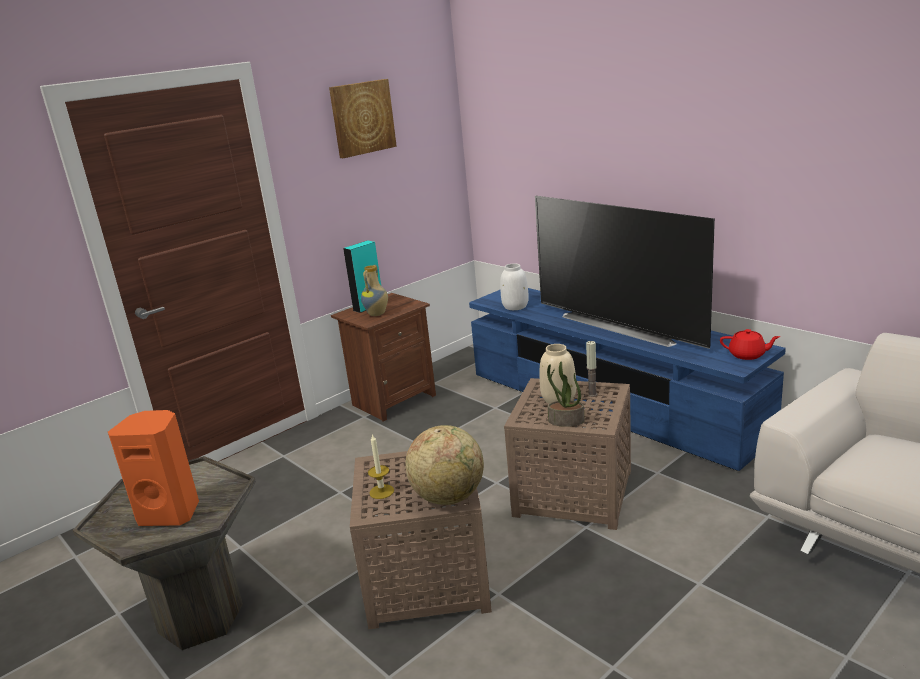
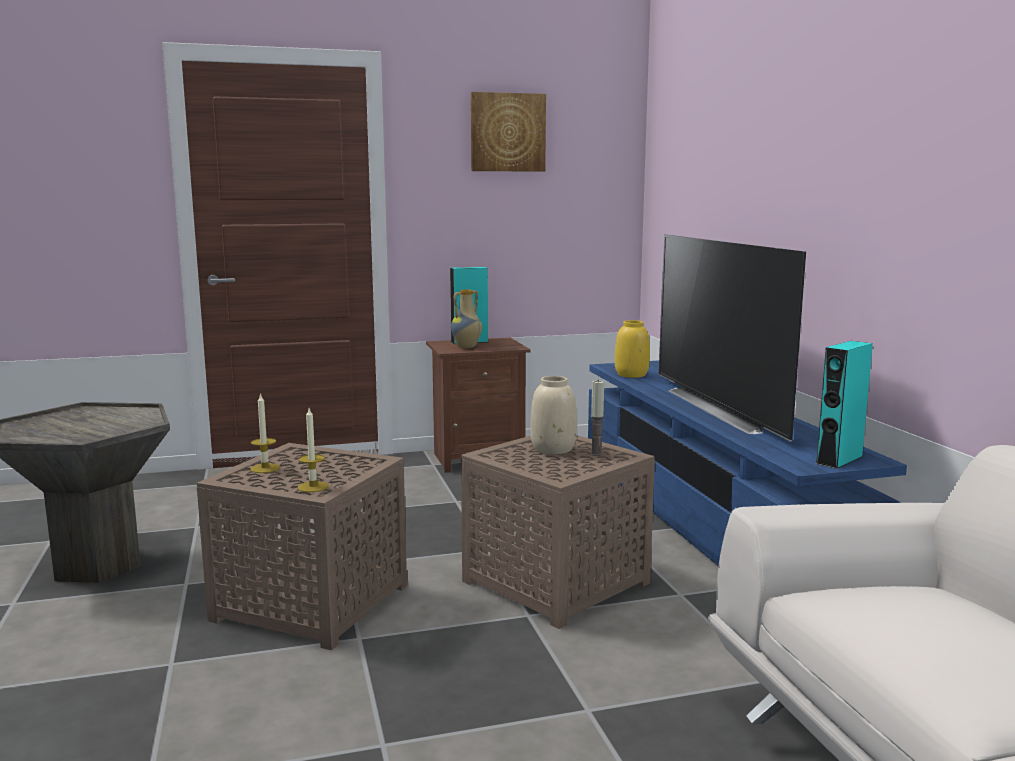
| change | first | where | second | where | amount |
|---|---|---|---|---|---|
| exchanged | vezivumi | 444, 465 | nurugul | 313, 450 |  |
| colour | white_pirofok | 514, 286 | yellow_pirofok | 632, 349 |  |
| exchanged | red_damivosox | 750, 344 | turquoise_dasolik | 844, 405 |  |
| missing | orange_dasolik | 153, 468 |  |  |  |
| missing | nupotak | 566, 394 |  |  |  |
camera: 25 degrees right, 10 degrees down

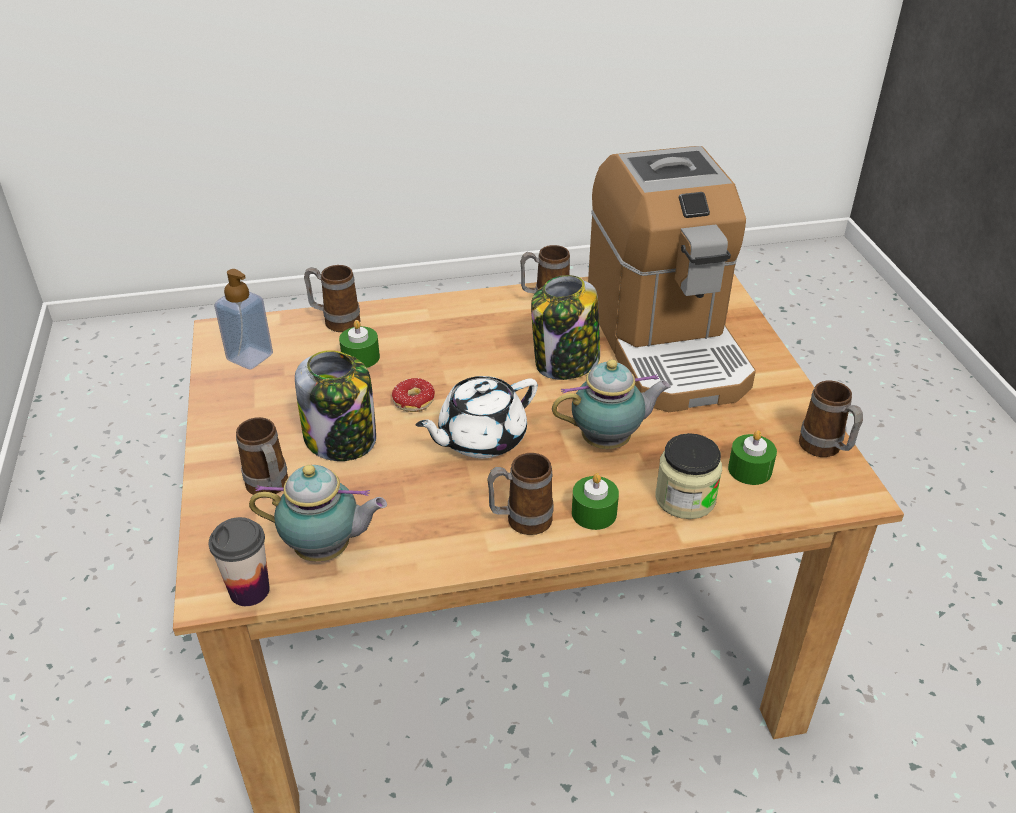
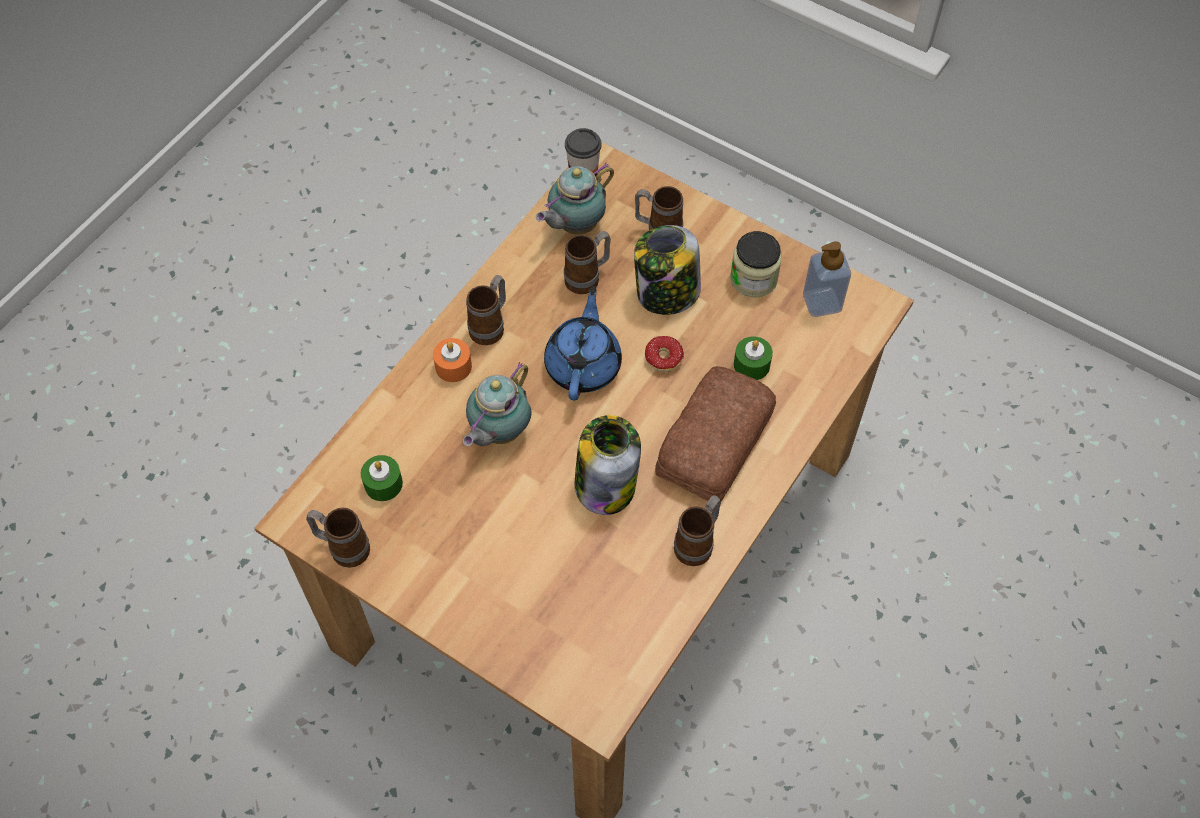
| change | first | where | second | where | amount |
|---|---|---|---|---|---|
| colour | green_nurugul | 595, 501 | orange_nurugul | 452, 360 |  |
| colour | white_damivosox | 476, 417 | blue_damivosox | 583, 343 |  |
| relocated | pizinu | 332, 298 |  | 587, 262 |  |
| appeared |  |  | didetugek | 715, 433 |  |
| relocated | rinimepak | 688, 476 |  | 756, 264 |  |
| missing | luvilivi | 672, 279 |  |  |  |
camera: 135 degrees right, 20 degrees up

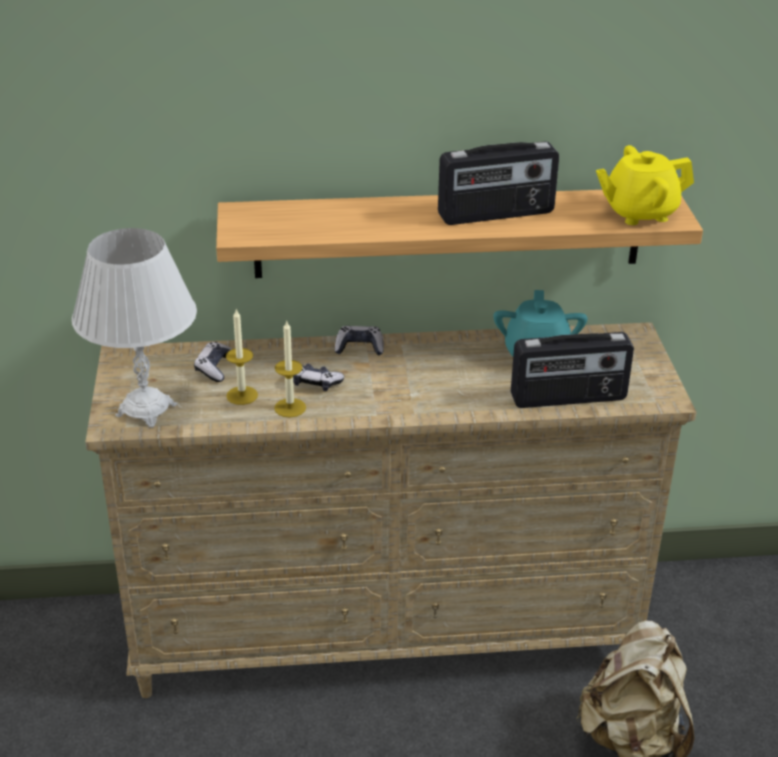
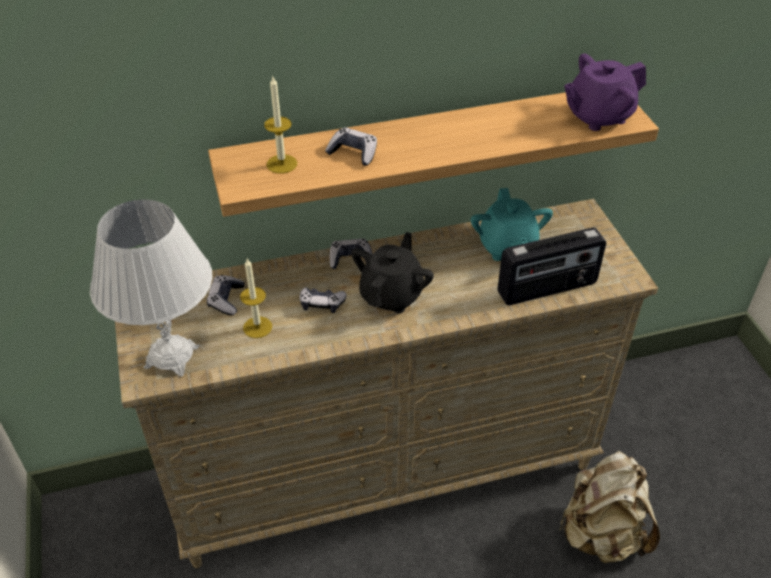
| change | first | where | second | where | amount |
|---|---|---|---|---|---|
| relocated | nurugul | 290, 369 |  | 280, 125 |  |
| appeared |  |  | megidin | 351, 146 |  |
| appeared |  |  | black_damivosox | 392, 272 |  |
| colour | yellow_damivosox | 645, 185 | purple_damivosox | 605, 92 |  |
| missing | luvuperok | 498, 183 |  |  |  |
camera: 10 degrees left, 10 degrees up

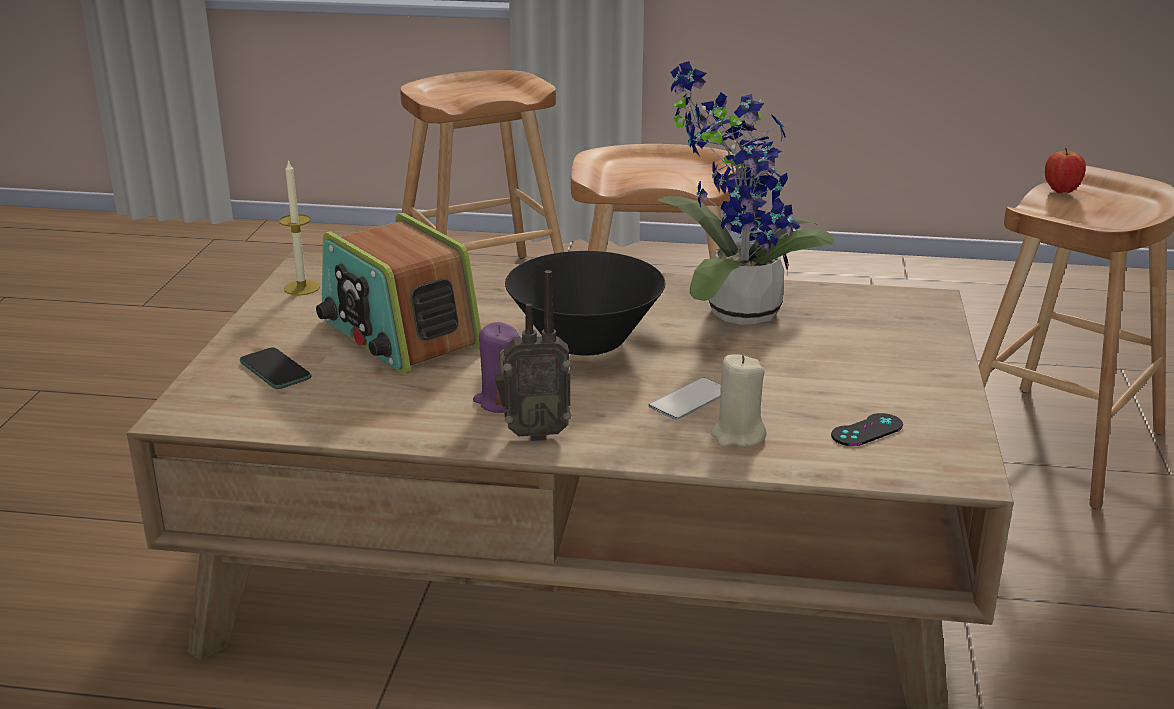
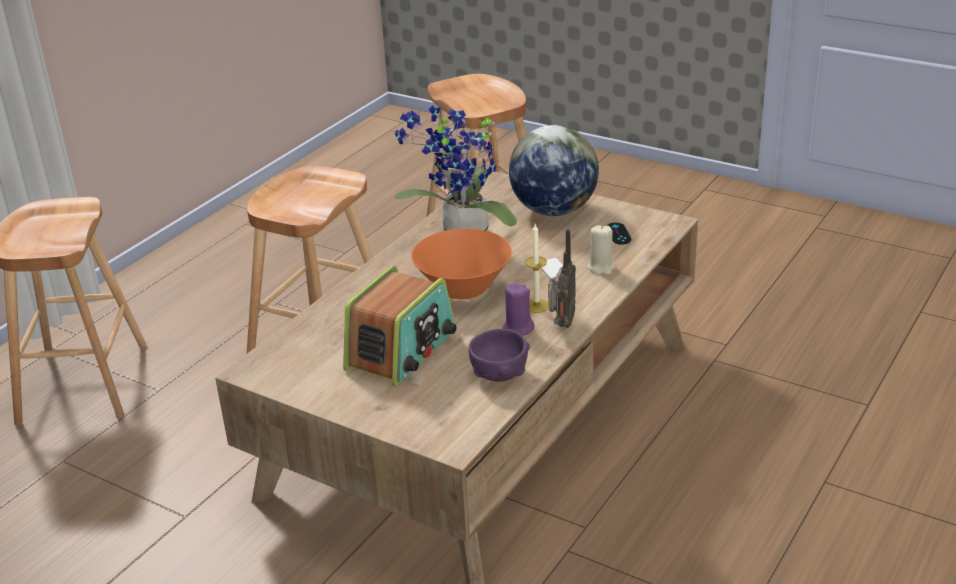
| change | first | where | second | where | amount |
|---|---|---|---|---|---|
| spun | luvuperok | 398, 294 |  | 400, 325 | 45 degrees counterclockwise |
| colour | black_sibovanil | 585, 303 | orange_sibovanil | 461, 263 |  |
| appeared |  |  | purple_sibovanil | 499, 355 |  |
| appeared |  |  | vezivumi | 554, 170 |  |
| relocated | nurugul | 299, 227 |  | 537, 268 |  |
| missing | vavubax | 275, 368 |  |  |  |
| missing | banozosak | 1065, 170 |  |  |  |
camera: 65 degrees left, 5 degrees up

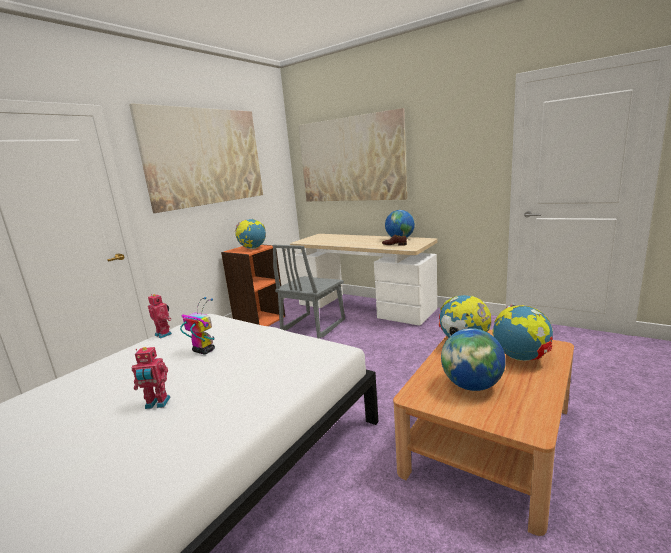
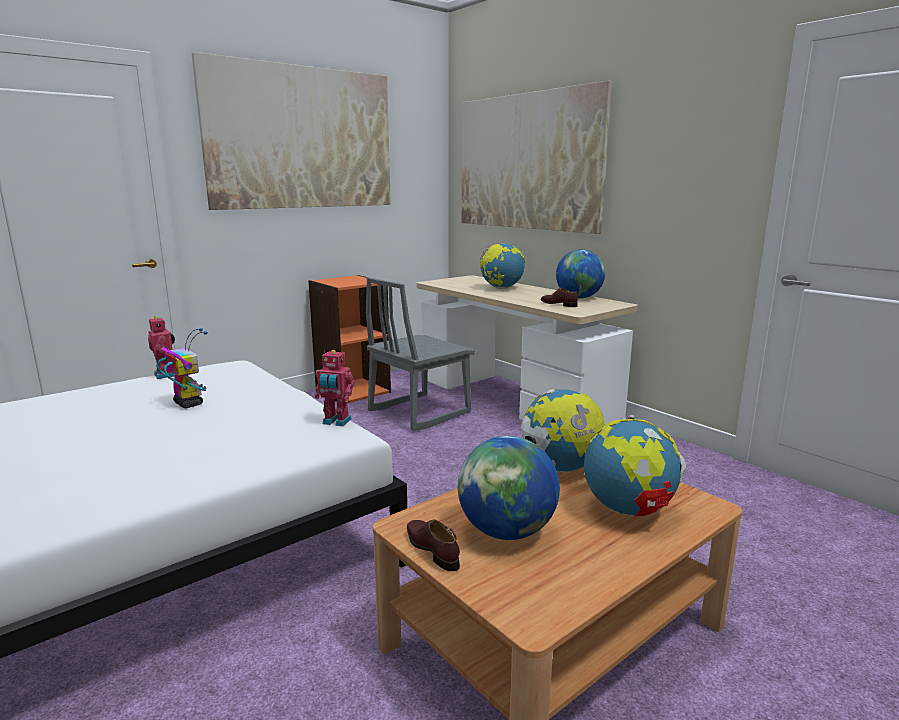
| change | first | where | second | where | amount |
|---|---|---|---|---|---|
| relocated | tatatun | 151, 378 |  | 335, 388 |  |
| appeared |  |  | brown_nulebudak | 433, 545 |  |
| relocated | vezivumi | 250, 234 |  | 502, 266 |  |
camera: 15 degrees right, 0 degrees up

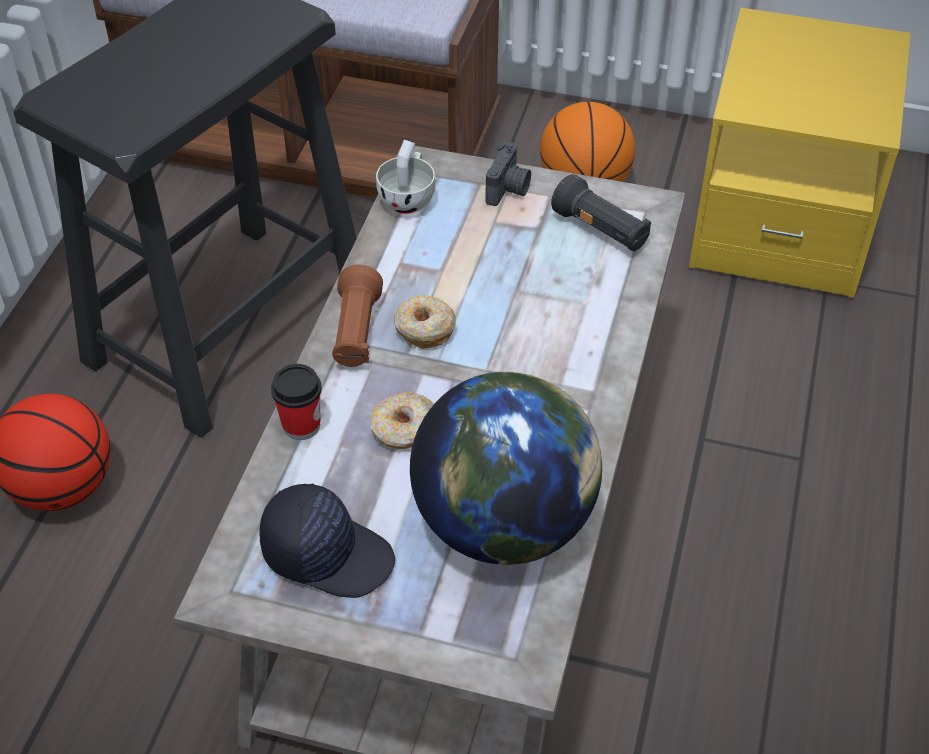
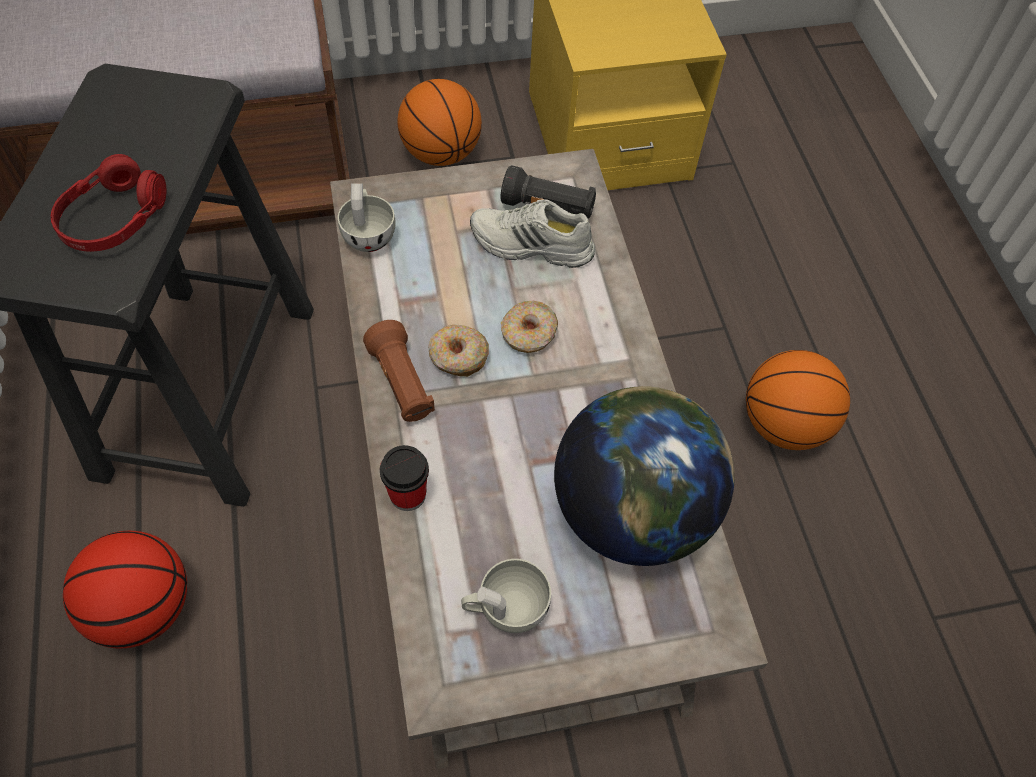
| change | first | where | second | where | amount |
|---|---|---|---|---|---|
| appeared |  |  | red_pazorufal | 108, 203 |  |
| exchanged | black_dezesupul | 327, 540 | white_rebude | 506, 596 |  |
| appeared |  |  | white_nulebudak | 532, 233 |  |
| relocated | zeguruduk | 402, 420 |  | 529, 327 |  |
| appeared |  |  | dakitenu | 798, 400 |  |
| missing | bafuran | 508, 174 |  |  |  |
camera: 30 degrees left, 10 degrees up

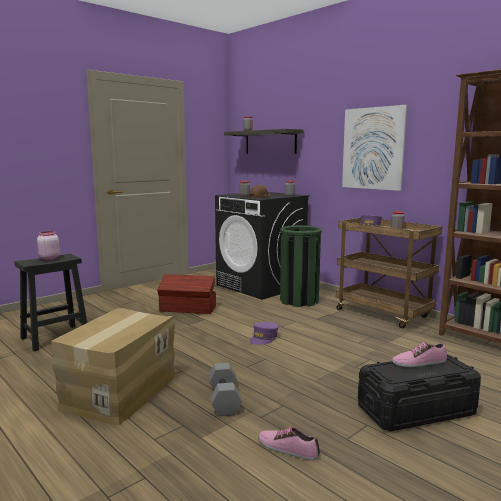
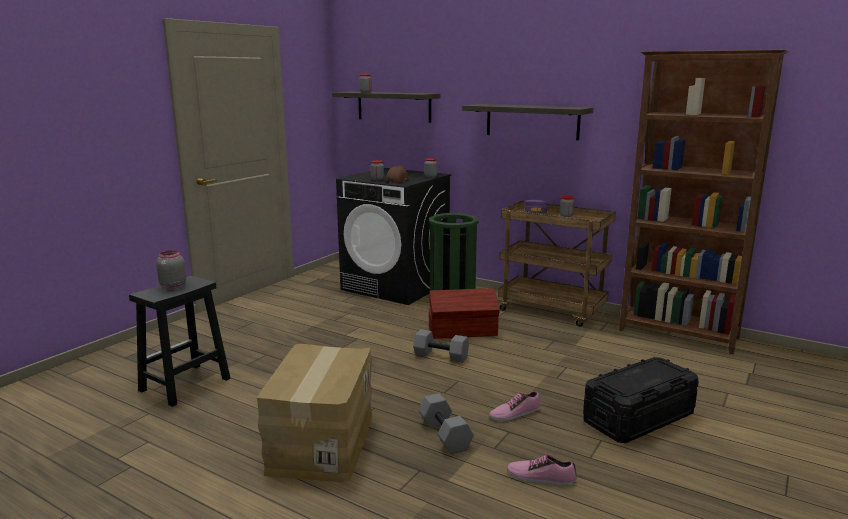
| change | first | where | second | where | amount |
|---|---|---|---|---|---|
| colour | pink_rinimepak | 48, 245 | grey_rinimepak | 171, 269 |  |
| exchanged | purple_dezesupul | 264, 333 | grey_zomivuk | 441, 346 |  |
| relocated | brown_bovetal | 186, 294 |  | 464, 313 |  |
| exchanged | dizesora | 374, 148 | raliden | 527, 122 |  |
| relocated | nulebudak | 419, 354 |  | 515, 406 |  |
camera: 15 degrees left, 5 degrees up

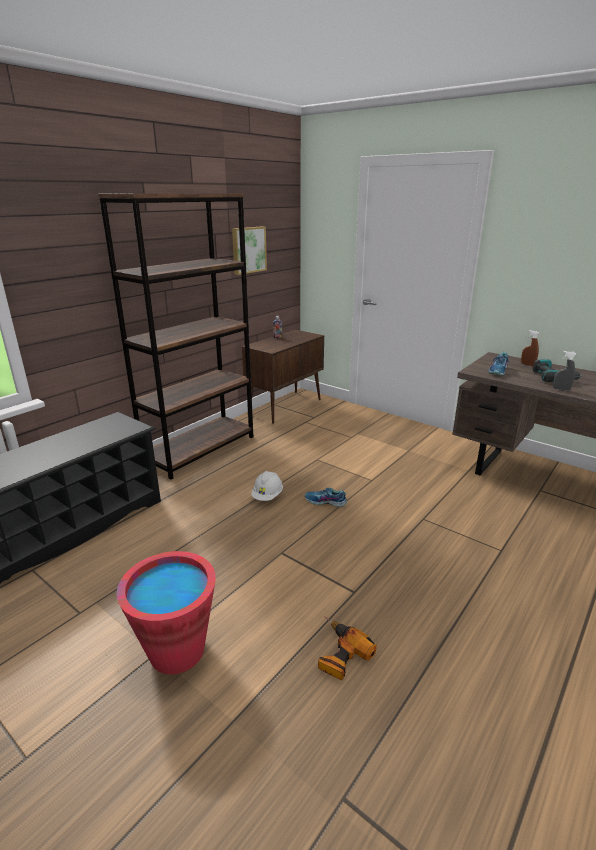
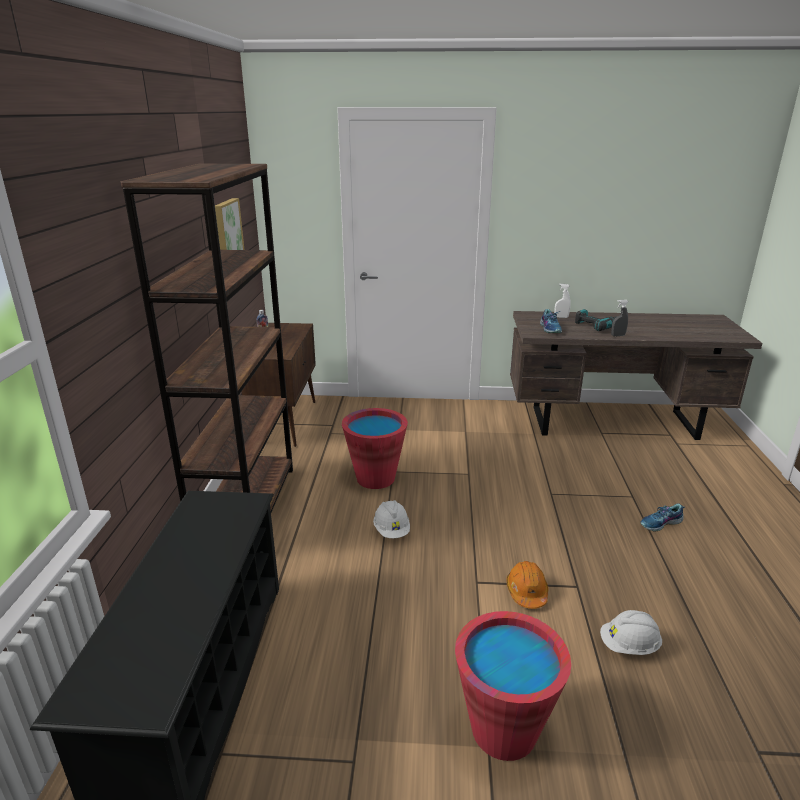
| change | first | where | second | where | amount |
|---|---|---|---|---|---|
| appeared |  |  | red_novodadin | 375, 448 |  |
| appeared |  |  | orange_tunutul | 527, 585 |  |
| colour | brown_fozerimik | 530, 348 | white_fozerimik | 562, 301 |  |
| exchanged | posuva | 347, 648 | white_tunutul | 631, 632 |  |
| relocated | nulebudak | 326, 497 |  | 662, 517 |  |
camera: 35 degrees left, 0 degrees up

